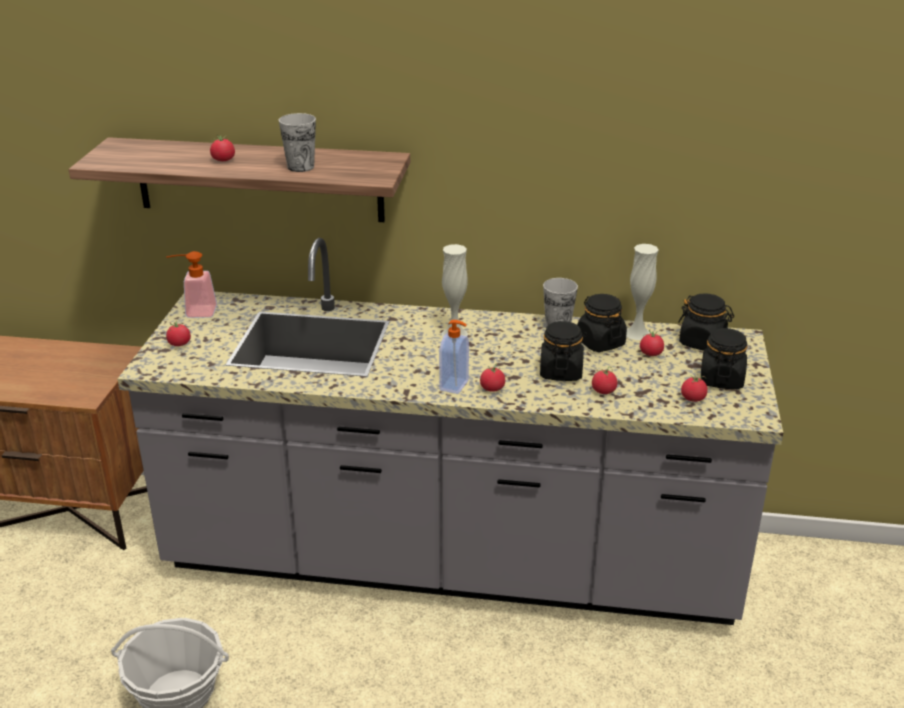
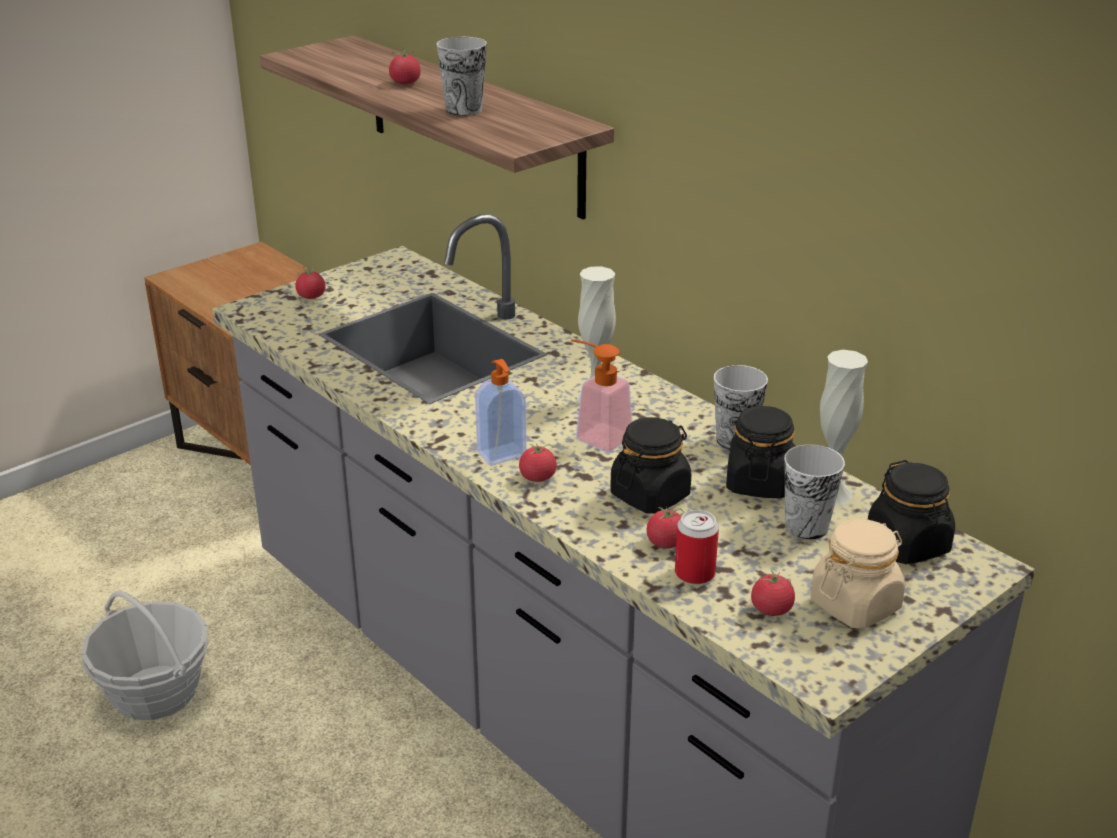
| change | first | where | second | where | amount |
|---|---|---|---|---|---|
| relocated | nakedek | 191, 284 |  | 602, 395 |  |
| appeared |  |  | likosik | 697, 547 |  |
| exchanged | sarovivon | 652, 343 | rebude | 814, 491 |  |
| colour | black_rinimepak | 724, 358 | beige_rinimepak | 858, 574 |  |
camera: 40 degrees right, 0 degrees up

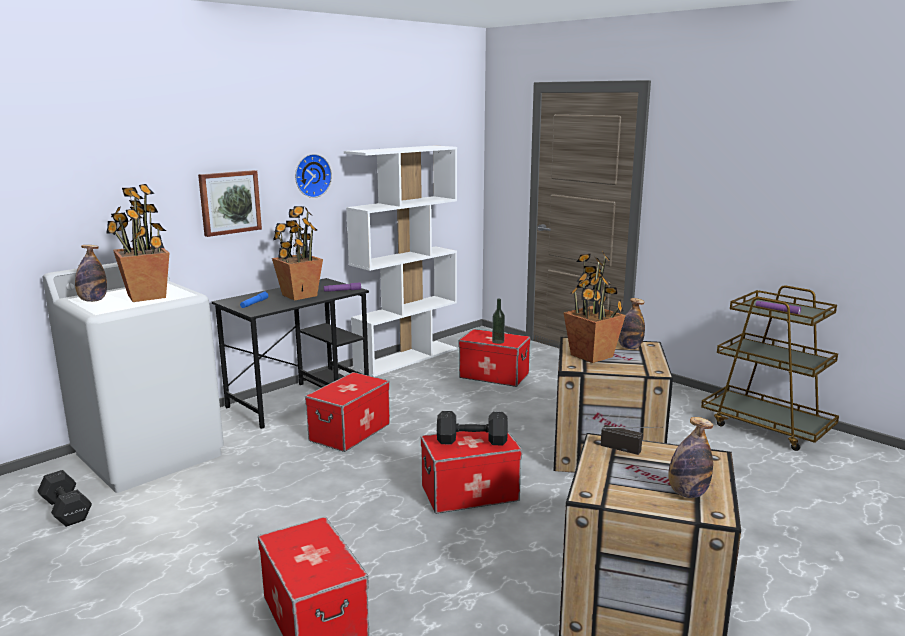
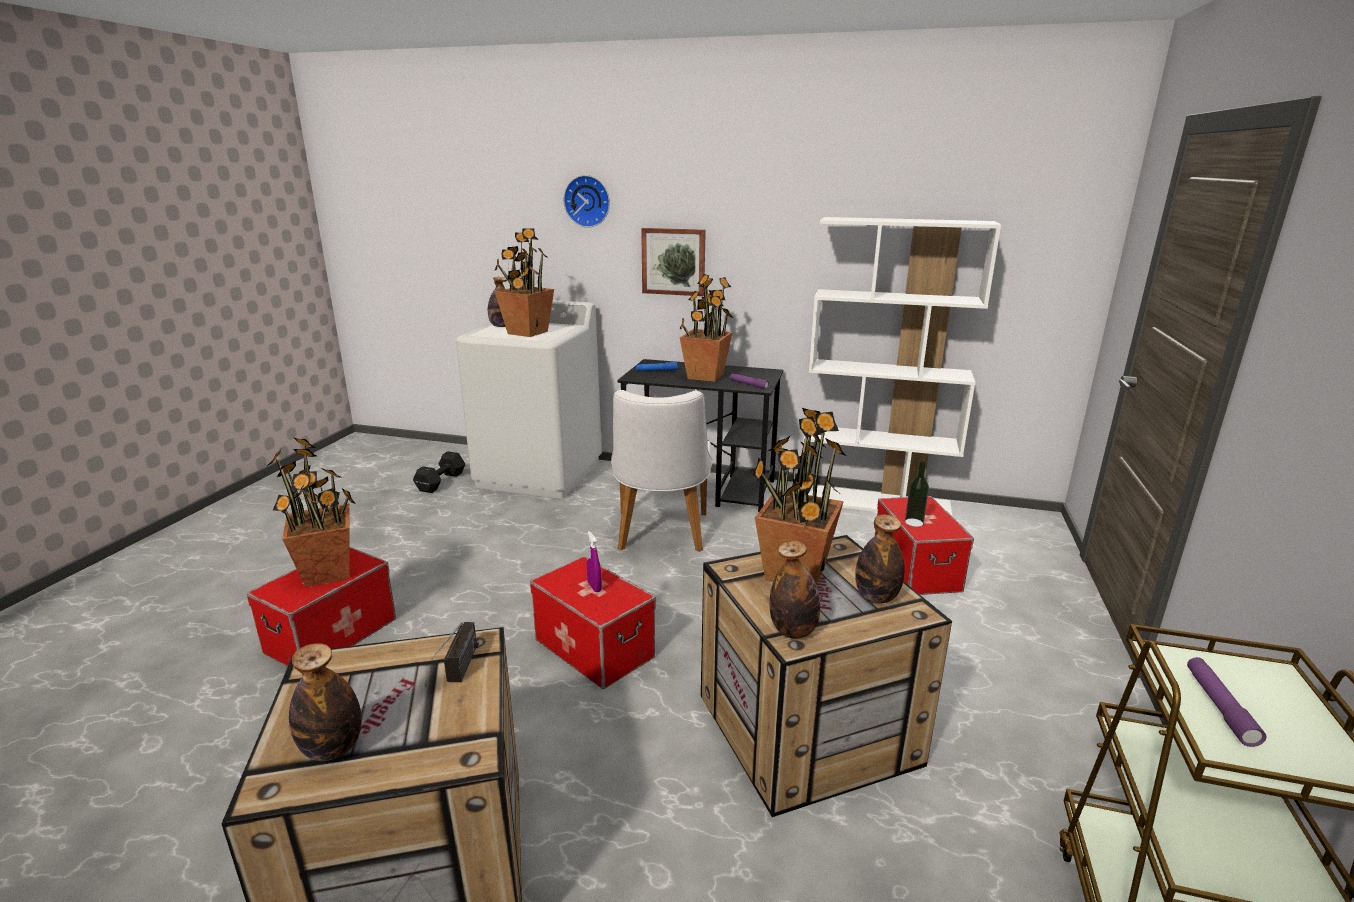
| change | first | where | second | where | amount |
|---|---|---|---|---|---|
| appeared |  |  | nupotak | 311, 512 |  |
| relocated | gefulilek | 313, 176 |  | 586, 201 |  |
| exchanged | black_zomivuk | 472, 428 | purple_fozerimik | 594, 561 |  |
| exchanged | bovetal | 347, 412 | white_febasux | 661, 471 |  |
| appeared |  |  | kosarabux | 795, 590 |  |
camera: 60 degrees right, 5 degrees up

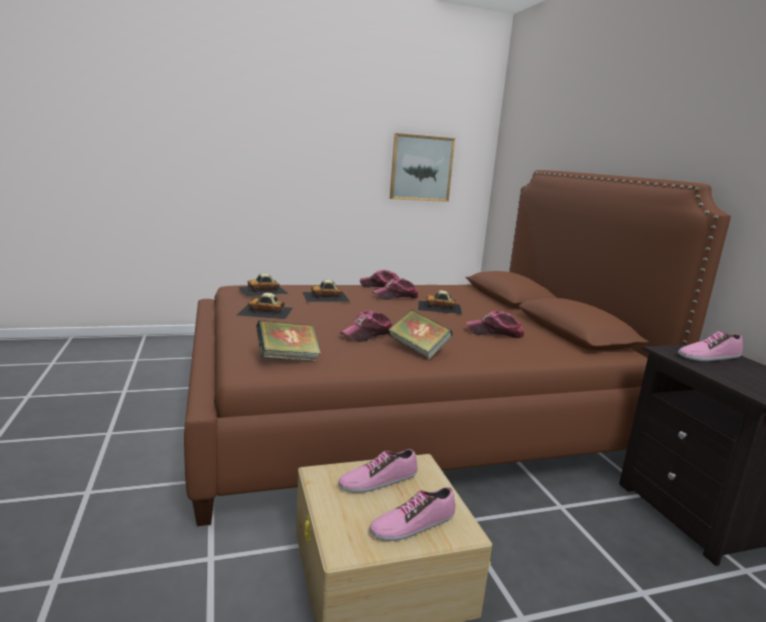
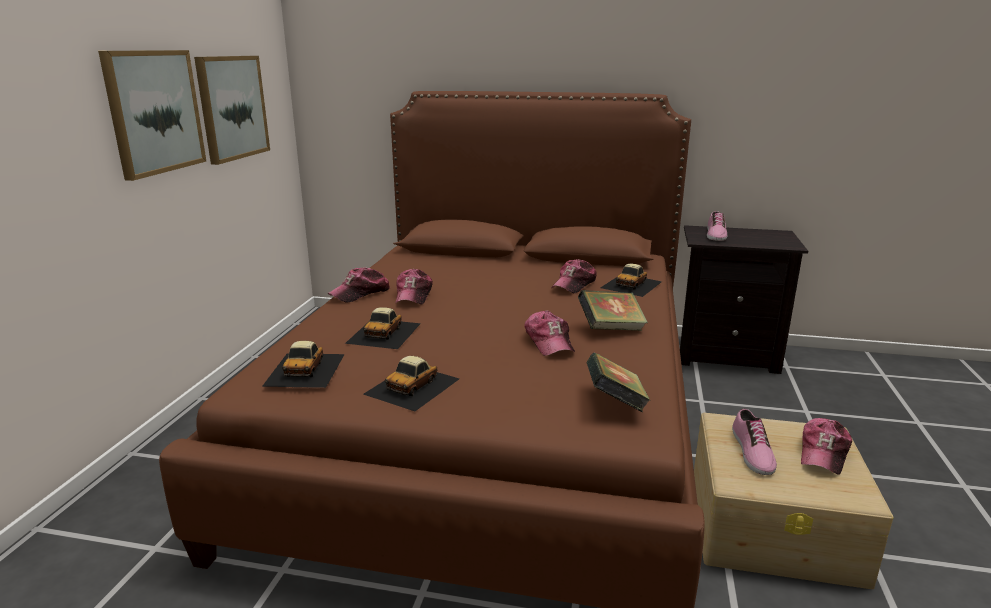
| change | first | where | second | where | amount |
|---|---|---|---|---|---|
| appeared |  |  | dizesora | 152, 115 |  |
| relocated | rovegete | 440, 302 |  | 631, 280 |  |
| exchanged | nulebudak | 412, 514 | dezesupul | 826, 446 |  |
camera: 60 degrees left, 5 degrees up

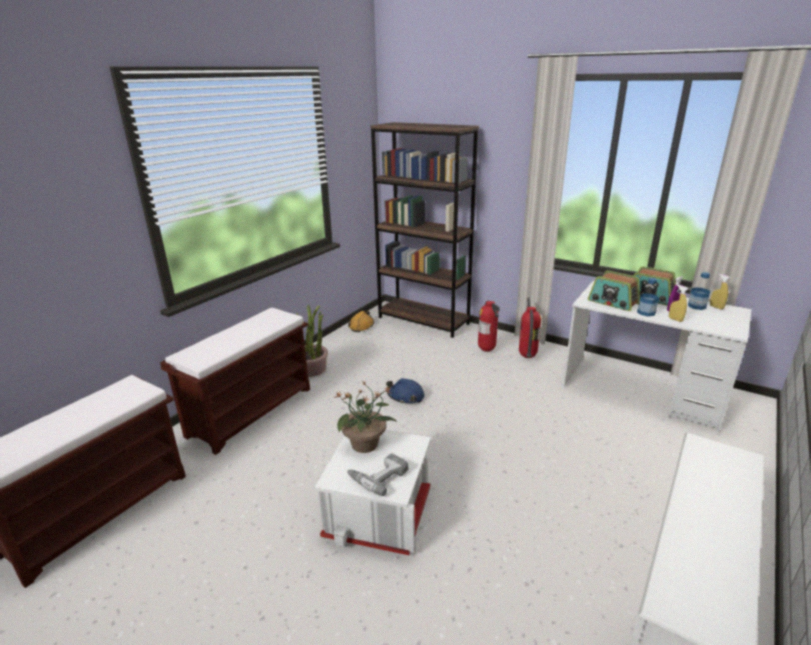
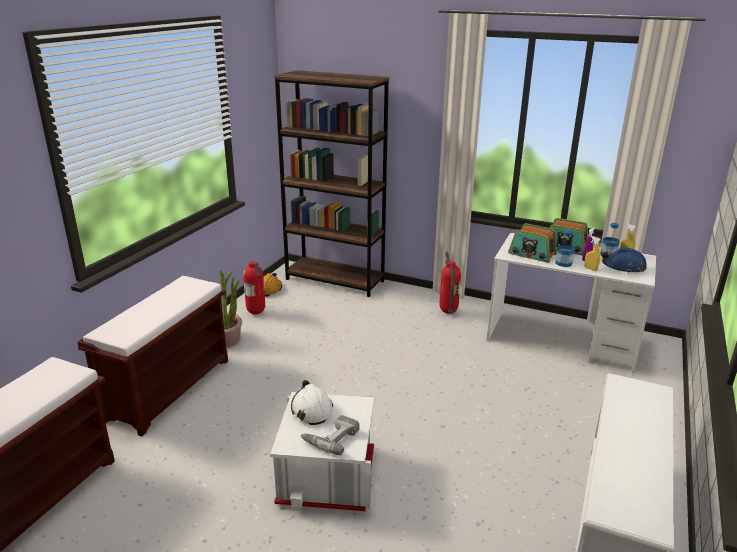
| change | first | where | second | where | amount |
|---|---|---|---|---|---|
| relocated | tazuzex | 489, 326 |  | 254, 287 |  |
| exchanged | nupotak | 365, 417 | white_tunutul | 312, 402 |  |
| relocated | blue_tunutul | 405, 391 |  | 624, 260 |  |
camera: 10 degrees left, 0 degrees up

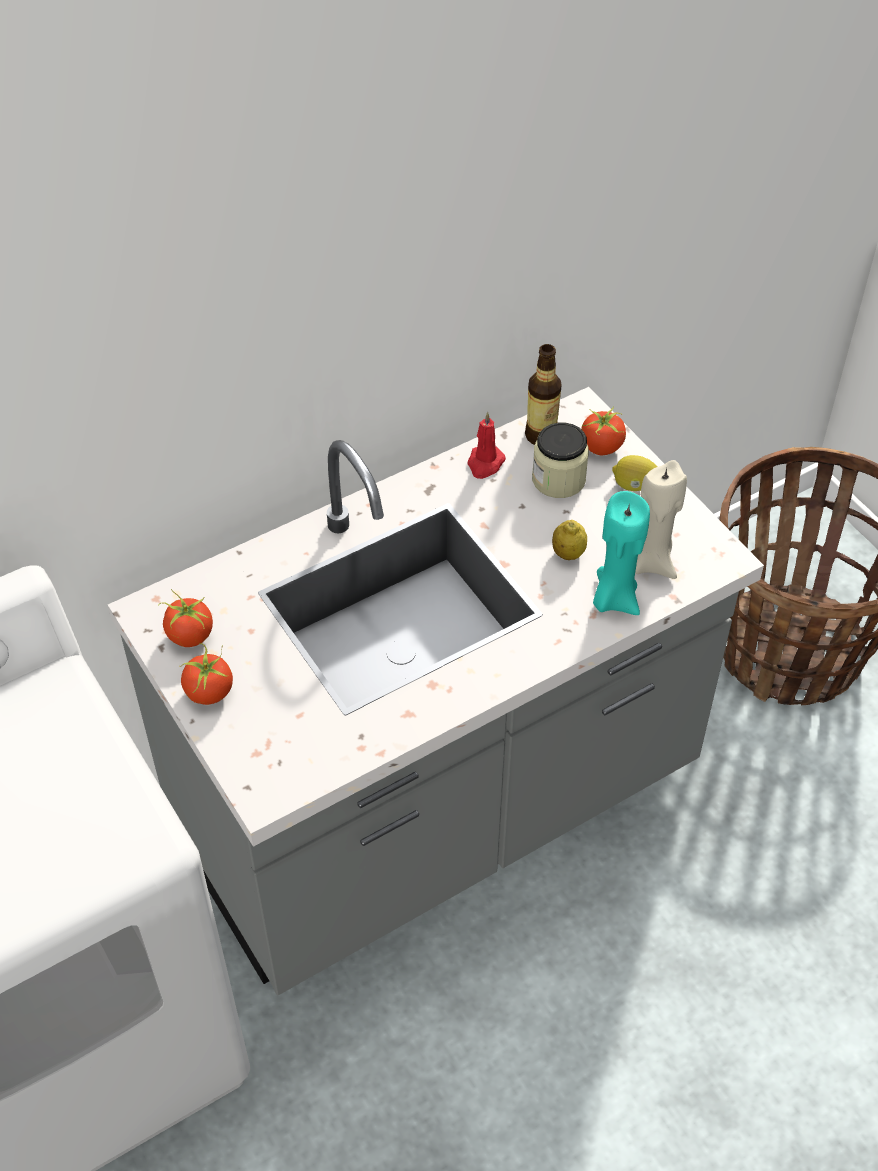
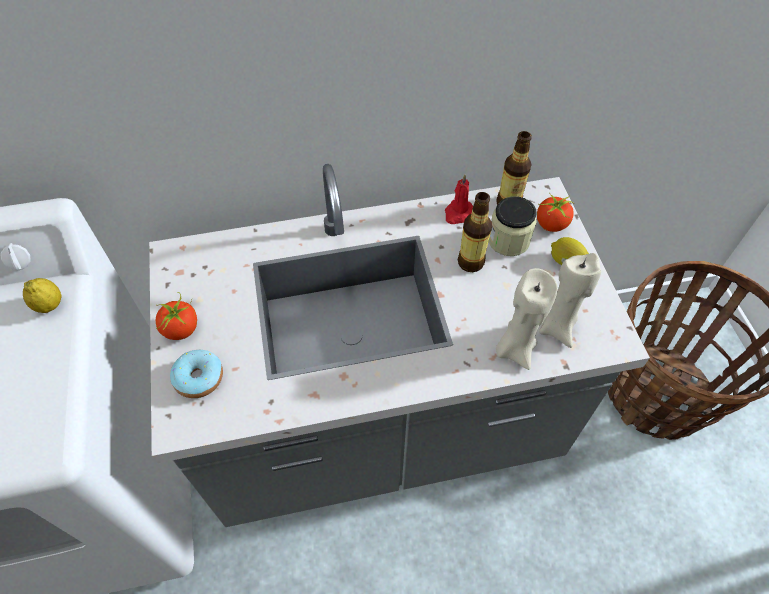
| change | first | where | second | where | amount |
|---|---|---|---|---|---|
| relocated | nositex | 569, 540 |  | 42, 295 |  |
| appeared |  |  | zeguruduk | 196, 374 |  |
| appeared |  |  | kosarabux | 475, 232 |  |
| colour | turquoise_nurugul | 621, 553 | beige_nurugul | 527, 319 |  |
| missing | sarovivon | 185, 618 |  |  |  |
camera: 20 degrees right, 5 degrees up

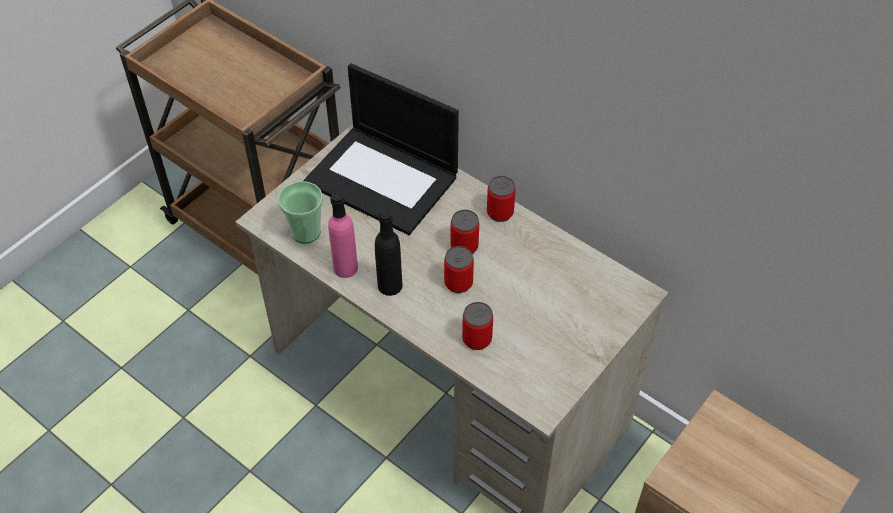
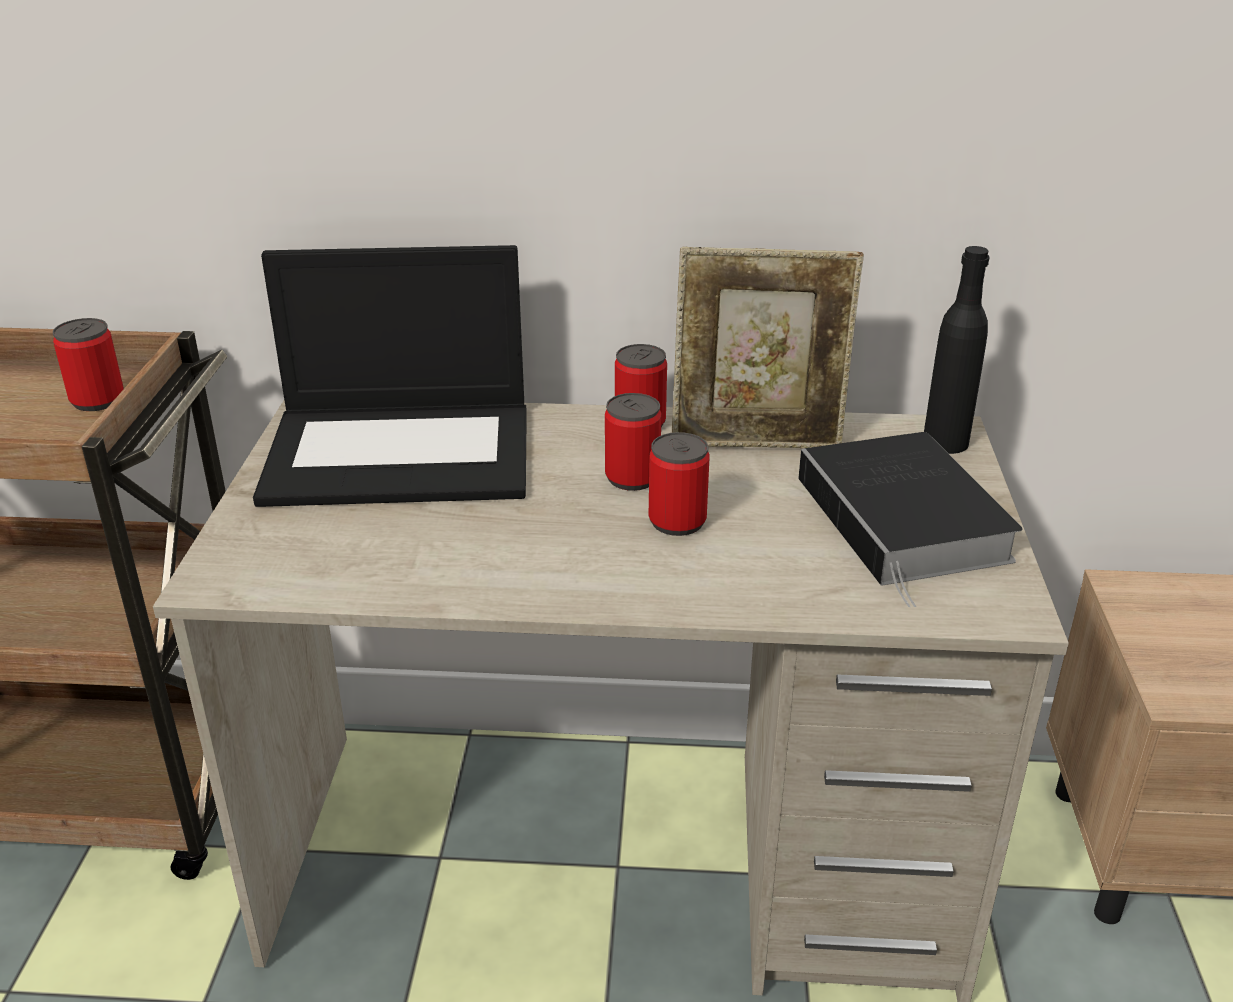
| change | first | where | second | where | amount |
|---|---|---|---|---|---|
| relocated | likosik | 477, 326 |  | 88, 364 |  |
| appeared |  |  | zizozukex | 768, 347 |  |
| appeared |  |  | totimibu | 910, 519 |  |
| relocated | black_kosarabux | 388, 253 |  | 957, 350 |  |
| missing | rebude | 300, 212 |  |  |  |
| missing | pink_kosarabux | 343, 235 |  |  |  |
camera: 35 degrees left, 20 degrees down

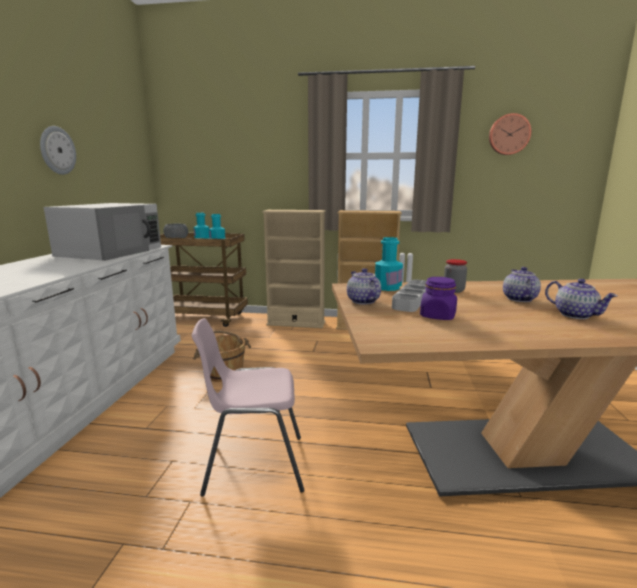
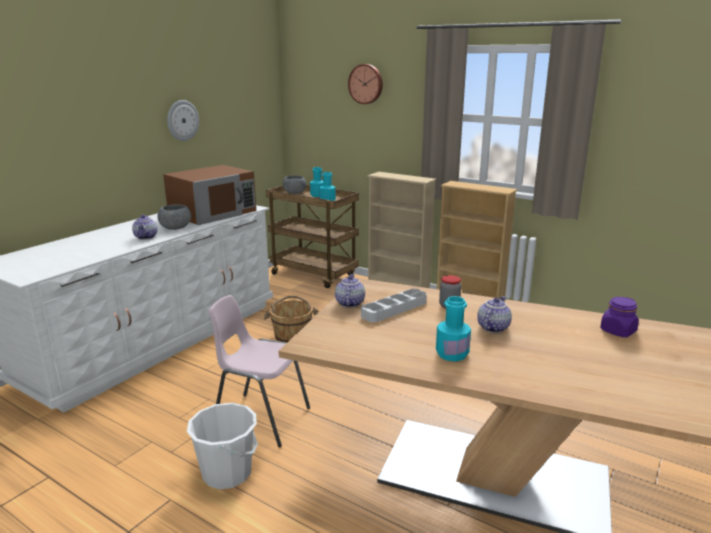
| change | first | where | second | where | amount |
|---|---|---|---|---|---|
| relocated | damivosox | 581, 299 |  | 144, 227 |  |
| appeared |  |  | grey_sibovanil | 174, 217 |  |
| colour | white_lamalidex | 102, 232 | brown_lamalidex | 209, 195 |  |
| appeared |  |  | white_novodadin | 222, 446 |  |
| relocated | gefulilek | 510, 134 |  | 365, 84 |  |
| relocated | turquoise_kosarabux | 389, 264 |  | 453, 329 |  |
| relocated | purple_rinimepak | 438, 298 |  | 619, 317 |  |
camera: 25 degrees right, 5 degrees up

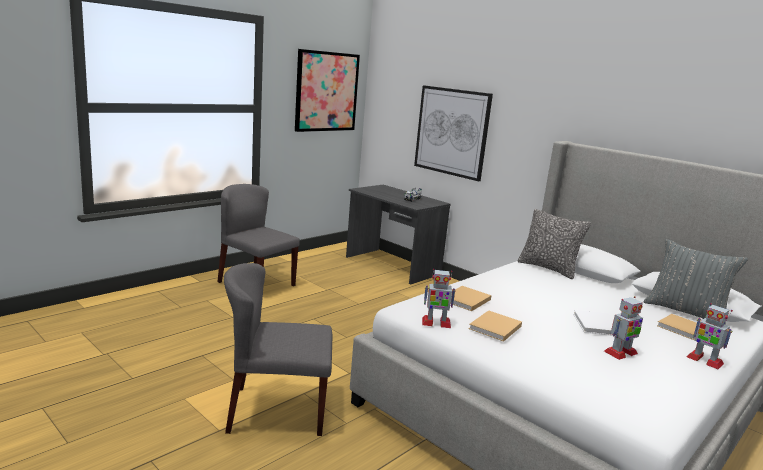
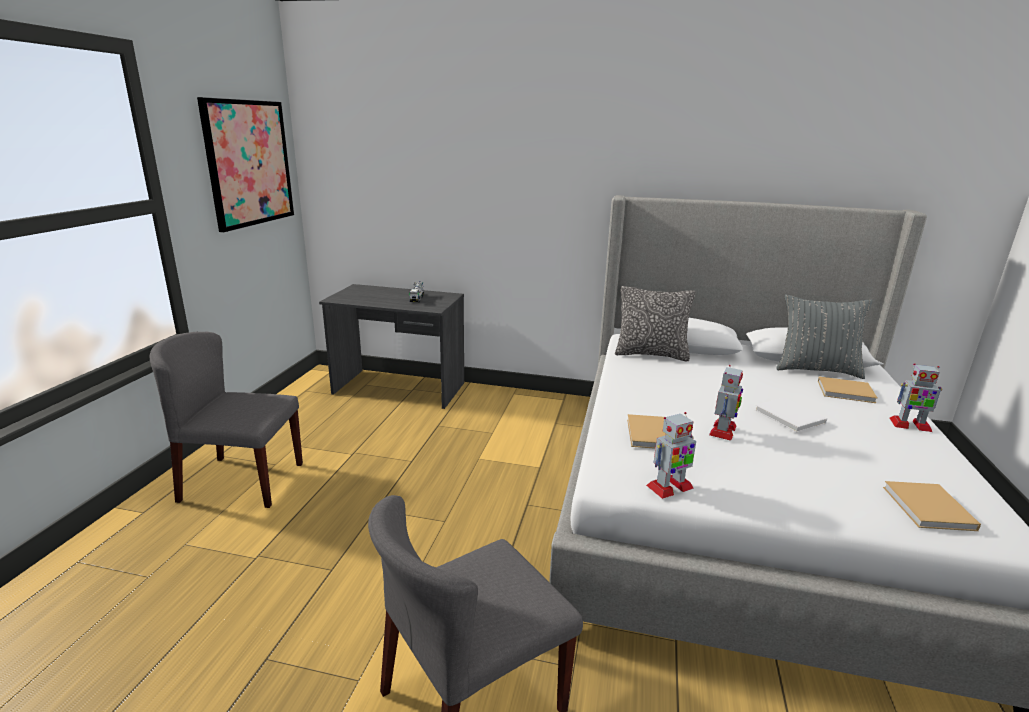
| change | first | where | second | where | amount |
|---|---|---|---|---|---|
| relocated | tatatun | 623, 328 |  | 726, 403 |  |
| relocated | beige_totimibu | 495, 326 |  | 932, 506 |  |
| missing | dizesora | 453, 133 |  |  |  |
camera: 30 degrees left, 5 degrees up

